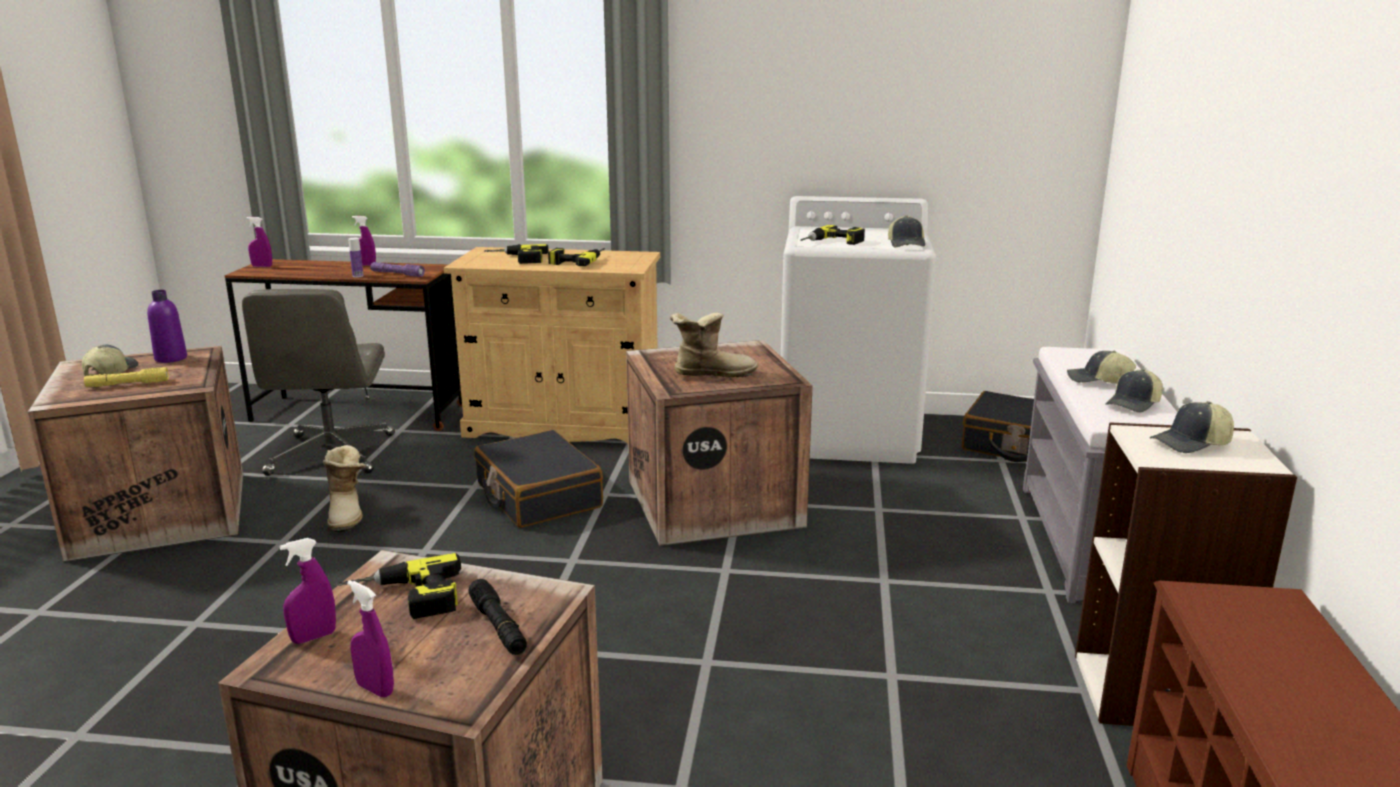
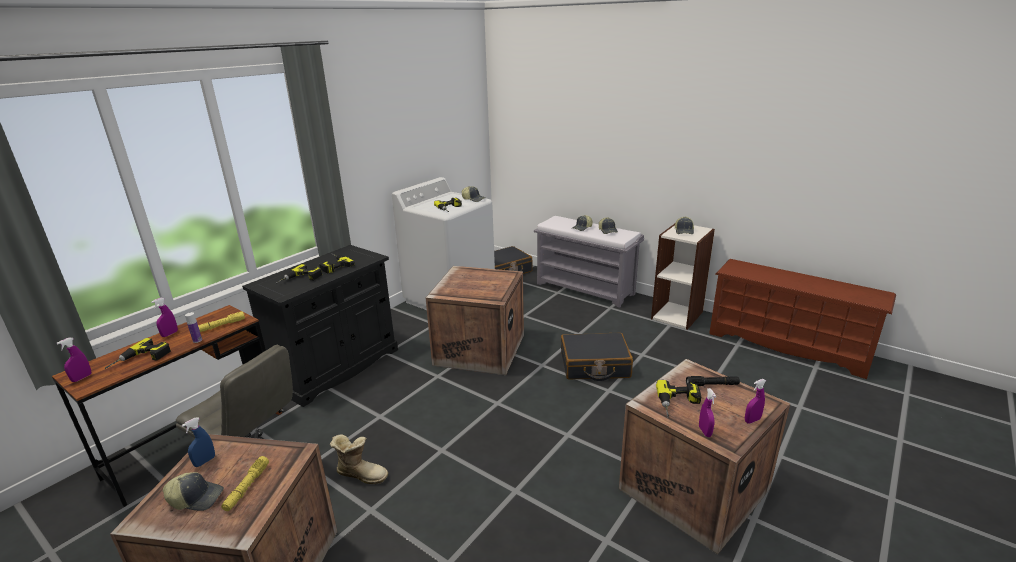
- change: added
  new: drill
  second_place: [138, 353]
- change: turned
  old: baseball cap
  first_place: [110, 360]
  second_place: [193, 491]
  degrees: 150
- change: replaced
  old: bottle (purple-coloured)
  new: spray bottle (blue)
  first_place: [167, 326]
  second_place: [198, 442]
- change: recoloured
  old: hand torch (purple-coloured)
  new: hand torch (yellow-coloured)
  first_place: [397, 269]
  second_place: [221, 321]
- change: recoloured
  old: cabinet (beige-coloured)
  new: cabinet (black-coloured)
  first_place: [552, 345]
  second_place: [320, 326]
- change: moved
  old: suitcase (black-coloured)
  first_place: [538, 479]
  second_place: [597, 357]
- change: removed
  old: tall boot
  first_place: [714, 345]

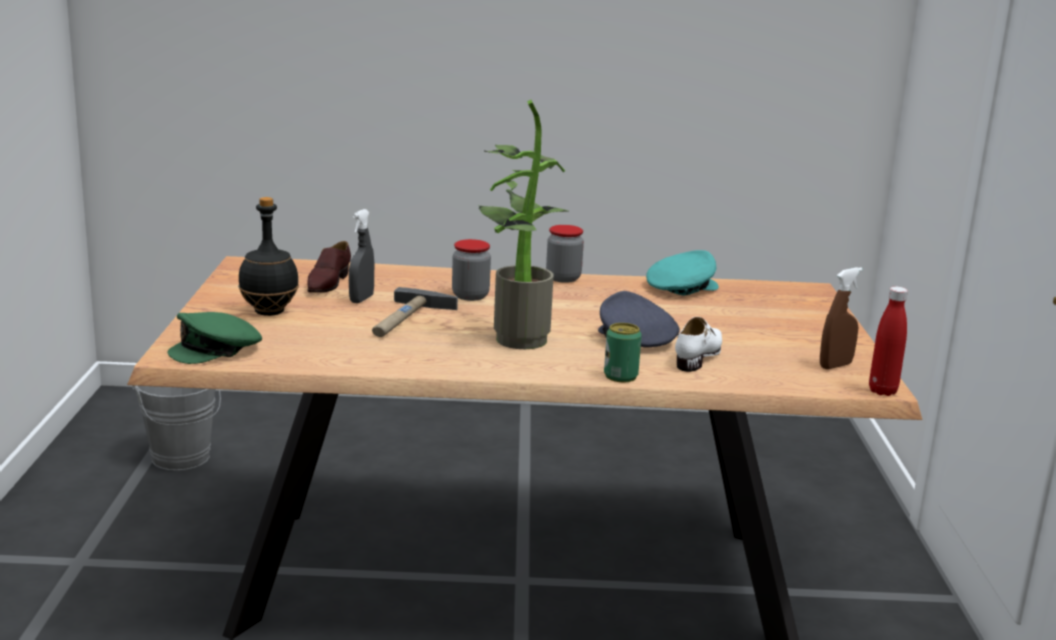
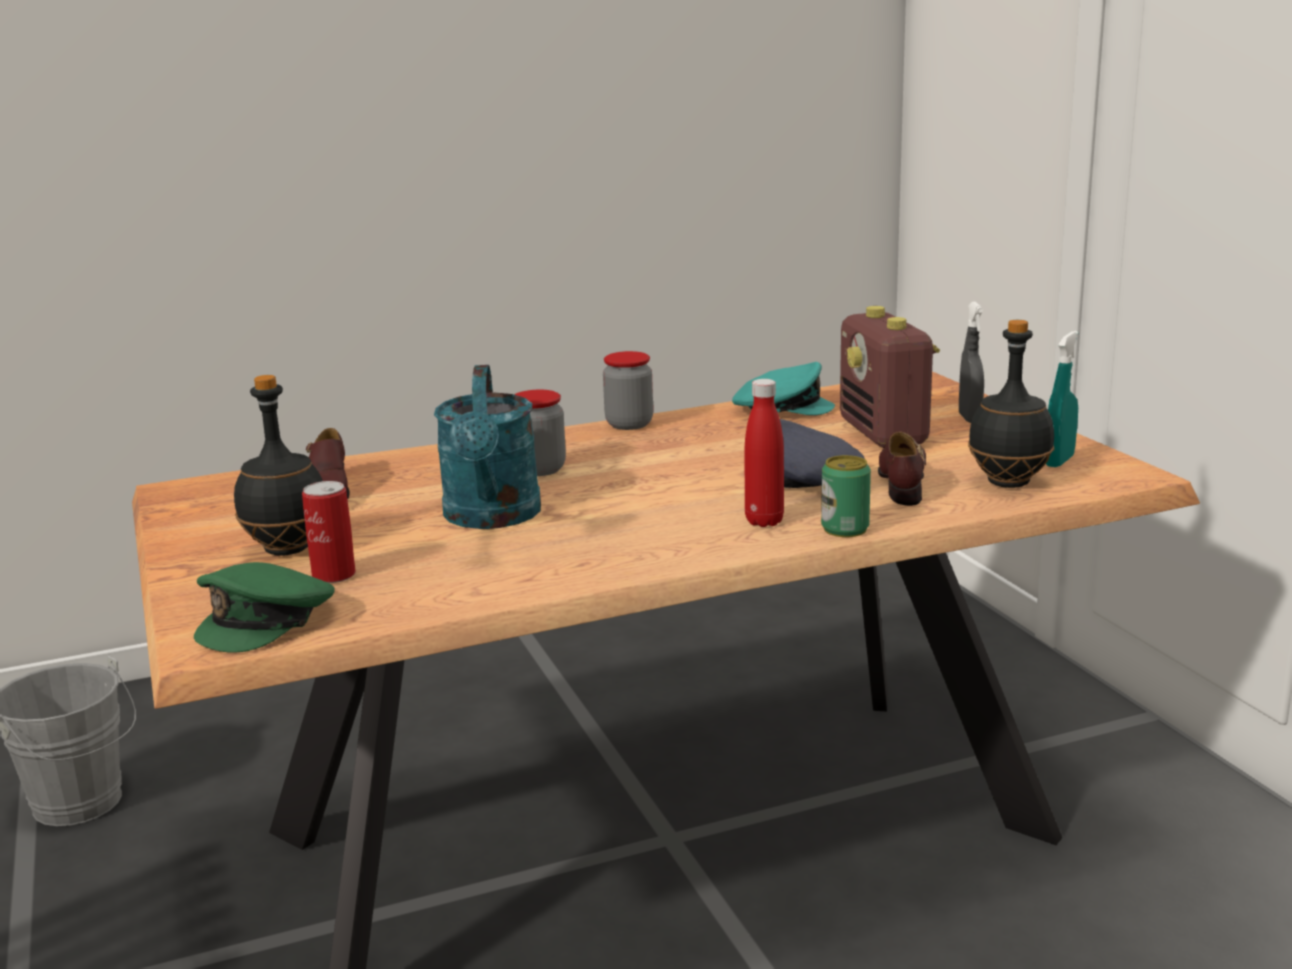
- change: added
  new: can
  second_place: [329, 532]
- change: replaced
  old: tool hammer
  new: watering pot (turquoise)
  first_place: [415, 312]
  second_place: [487, 447]
- change: turned
  old: baseball cap (turquoise)
  first_place: [682, 273]
  second_place: [783, 388]
  degrees: 60
- change: moved
  old: bottle (red)
  first_place: [888, 341]
  second_place: [764, 453]
- change: added
  new: radio receiver
  second_place: [890, 377]
- change: recoloured
  old: item of footwear (white)
  new: item of footwear (brown-coloured)
  first_place: [698, 344]
  second_place: [902, 468]
- change: moved
  old: spray bottle (greyish)
  first_place: [361, 256]
  second_place: [971, 362]
- change: added
  new: bottle (black-coloured)
  second_place: [1011, 404]
- change: recoloured
  old: spray bottle (brown-coloured)
  new: spray bottle (turquoise)
  first_place: [841, 318]
  second_place: [1062, 399]
- change: removed
  old: potted plant
  first_place: [523, 224]

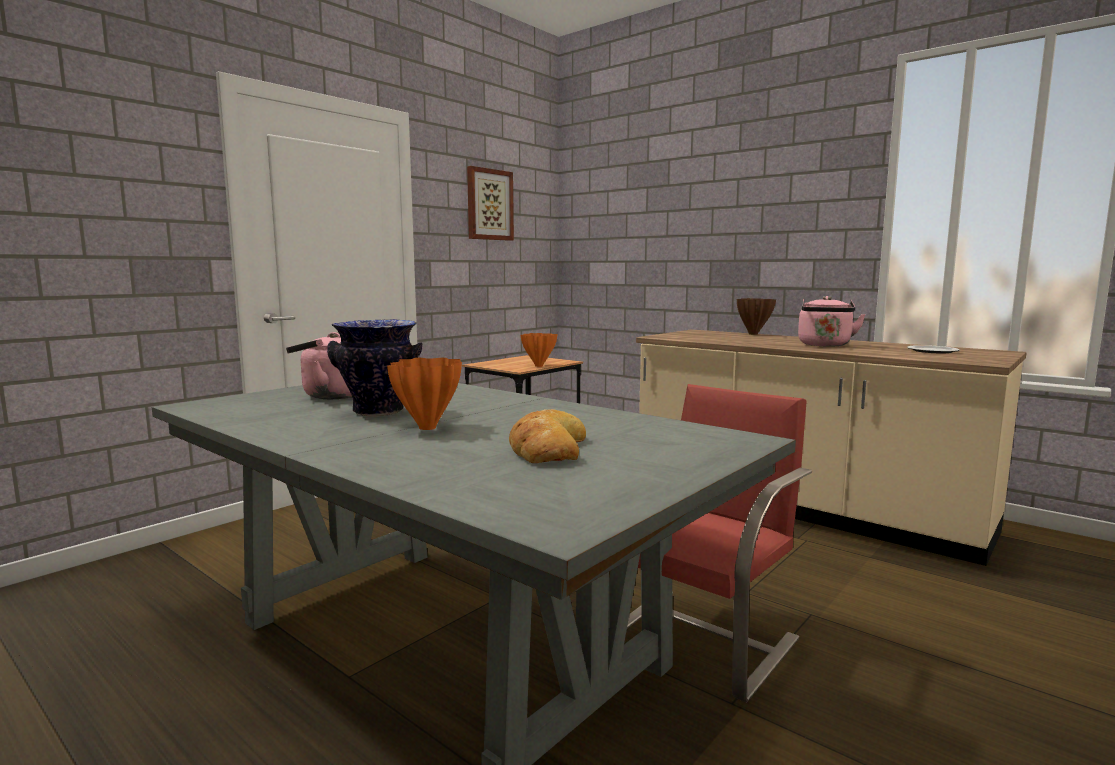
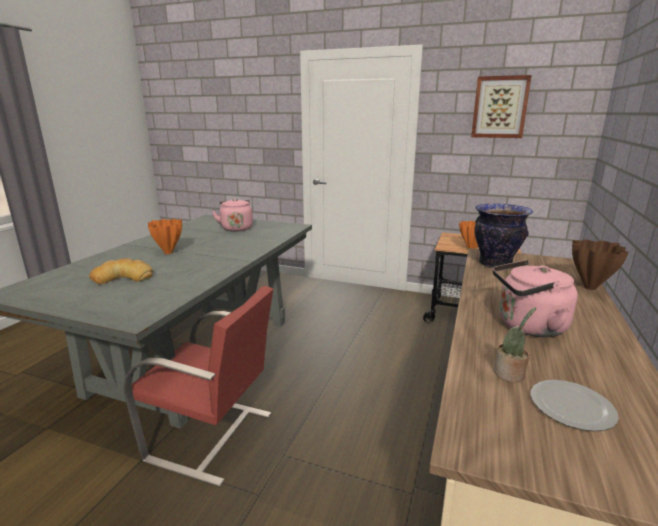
- change: moved
  old: decorative vase
  first_place: [374, 367]
  second_place: [503, 236]
- change: added
  new: potted plant
  second_place: [515, 344]

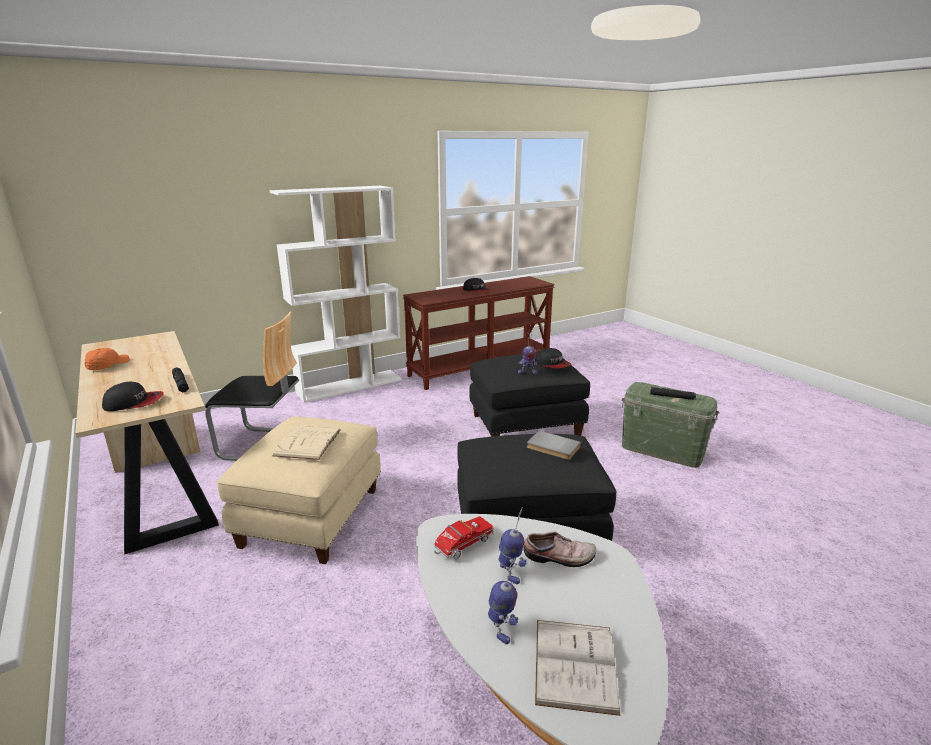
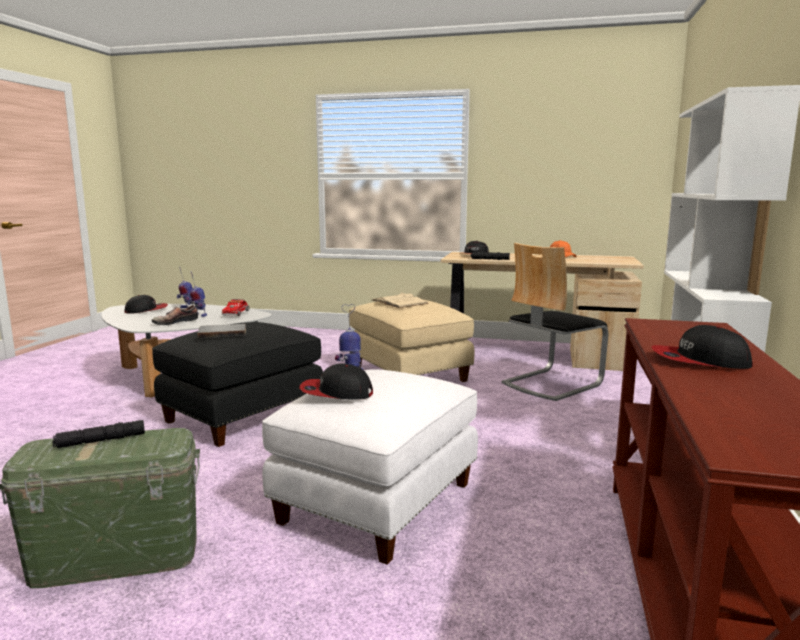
- change: replaced
  old: volume (white)
  new: baseball cap
  first_place: [578, 668]
  second_place: [146, 304]
- change: recoloured
  old: ottoman (black-coloured)
  new: ottoman (white)
  first_place: [530, 395]
  second_place: [370, 467]

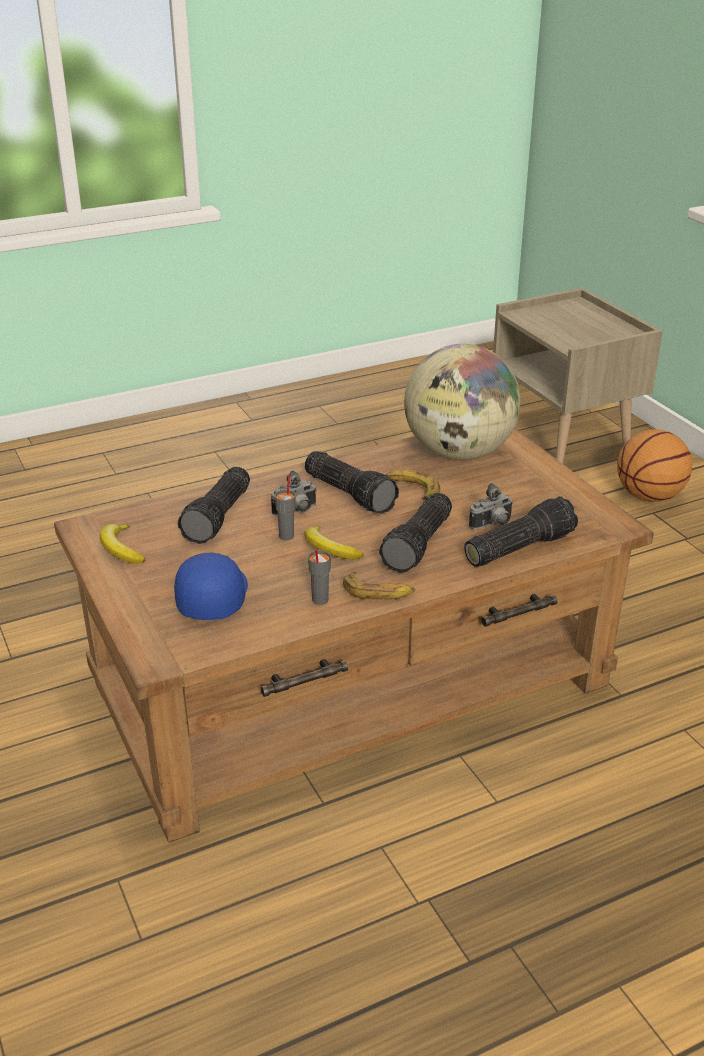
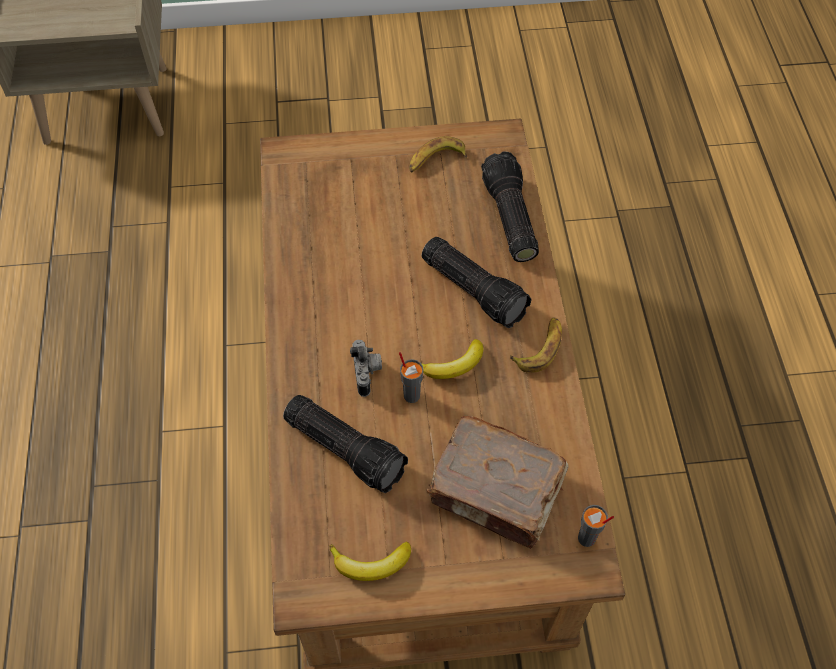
- change: moved
  old: banana fruit
  first_place: [413, 484]
  second_place: [438, 154]
- change: replaced
  old: baseball cap (blue)
  new: volume (brown-coloured)
  first_place: [211, 586]
  second_place: [497, 482]
- change: moved
  old: small cup (greyish)
  first_place: [319, 577]
  second_place: [596, 526]
- change: removed
  old: hand torch
  first_place: [352, 482]
- change: removed
  old: world globe
  first_place: [462, 402]
- change: removed
  old: still camera
  first_place: [491, 506]
- change: removed
  old: basketball
  first_place: [654, 465]

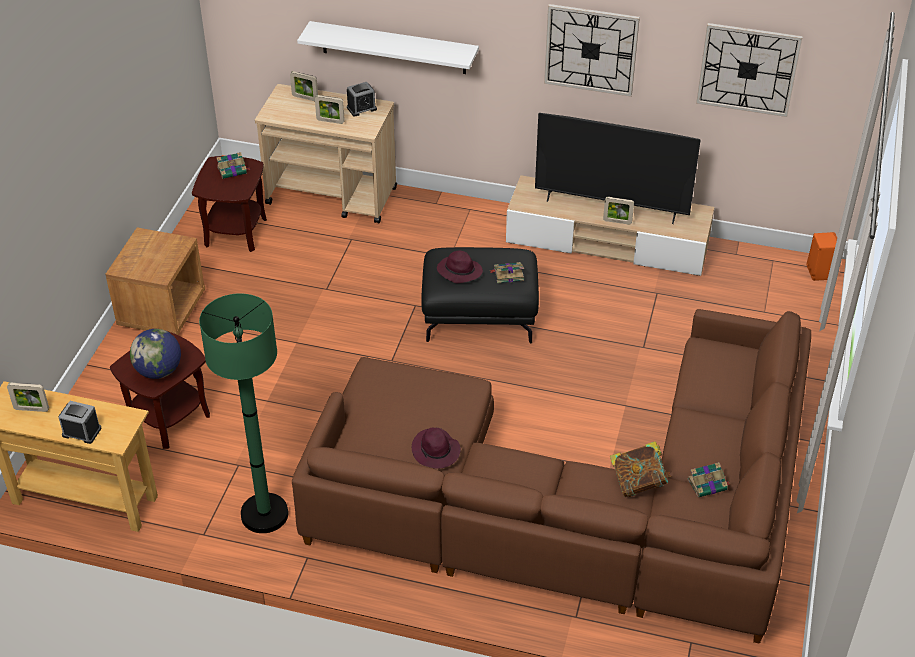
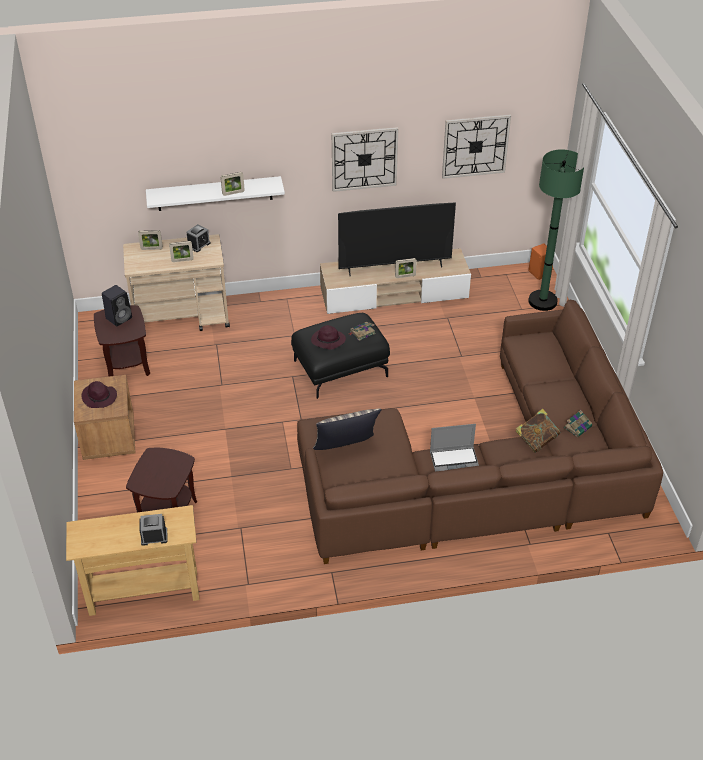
- change: moved
  old: hat (purple-coloured)
  first_place: [436, 448]
  second_place: [99, 394]
- change: replaced
  old: volume
  new: speaker (black-coloured)
  first_place: [233, 165]
  second_place: [117, 305]
- change: moved
  old: photo frame
  first_place: [28, 397]
  second_place: [233, 184]
- change: added
  new: throw pillow
  second_place: [347, 429]
- change: added
  new: laptop
  second_place: [454, 447]
- change: moved
  old: floor lamp (green)
  first_place: [244, 413]
  second_place: [556, 230]
- change: removed
  old: world globe
  first_place: [155, 354]

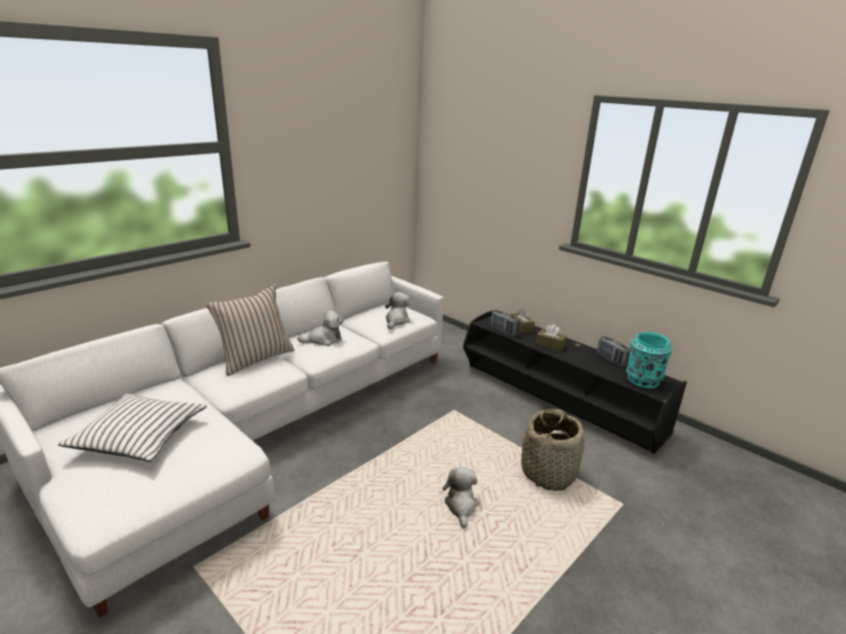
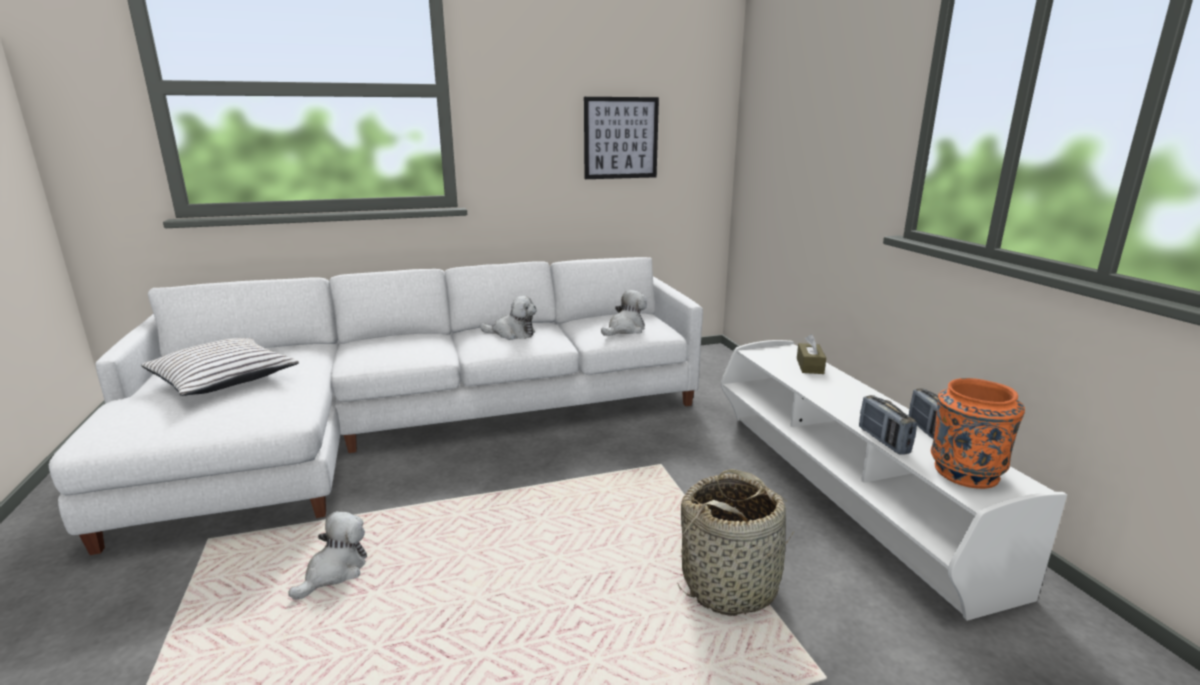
- change: moved
  old: soft toy
  first_place: [461, 498]
  second_place: [328, 555]
- change: added
  new: wall picture
  second_place: [621, 138]
- change: recoloured
  old: media console (black-coloured)
  new: media console (white)
  first_place: [575, 382]
  second_place: [894, 480]
- change: moved
  old: radio receiver
  first_place: [505, 323]
  second_place: [888, 425]
- change: recoloured
  old: decorative vase (turquoise)
  new: decorative vase (orange-coloured)
  first_place: [649, 360]
  second_place: [978, 433]
- change: removed
  old: throw pillow (beige-coloured)
  first_place: [250, 330]
- change: removed
  old: tissue box (brown-coloured)
  first_place: [551, 337]

